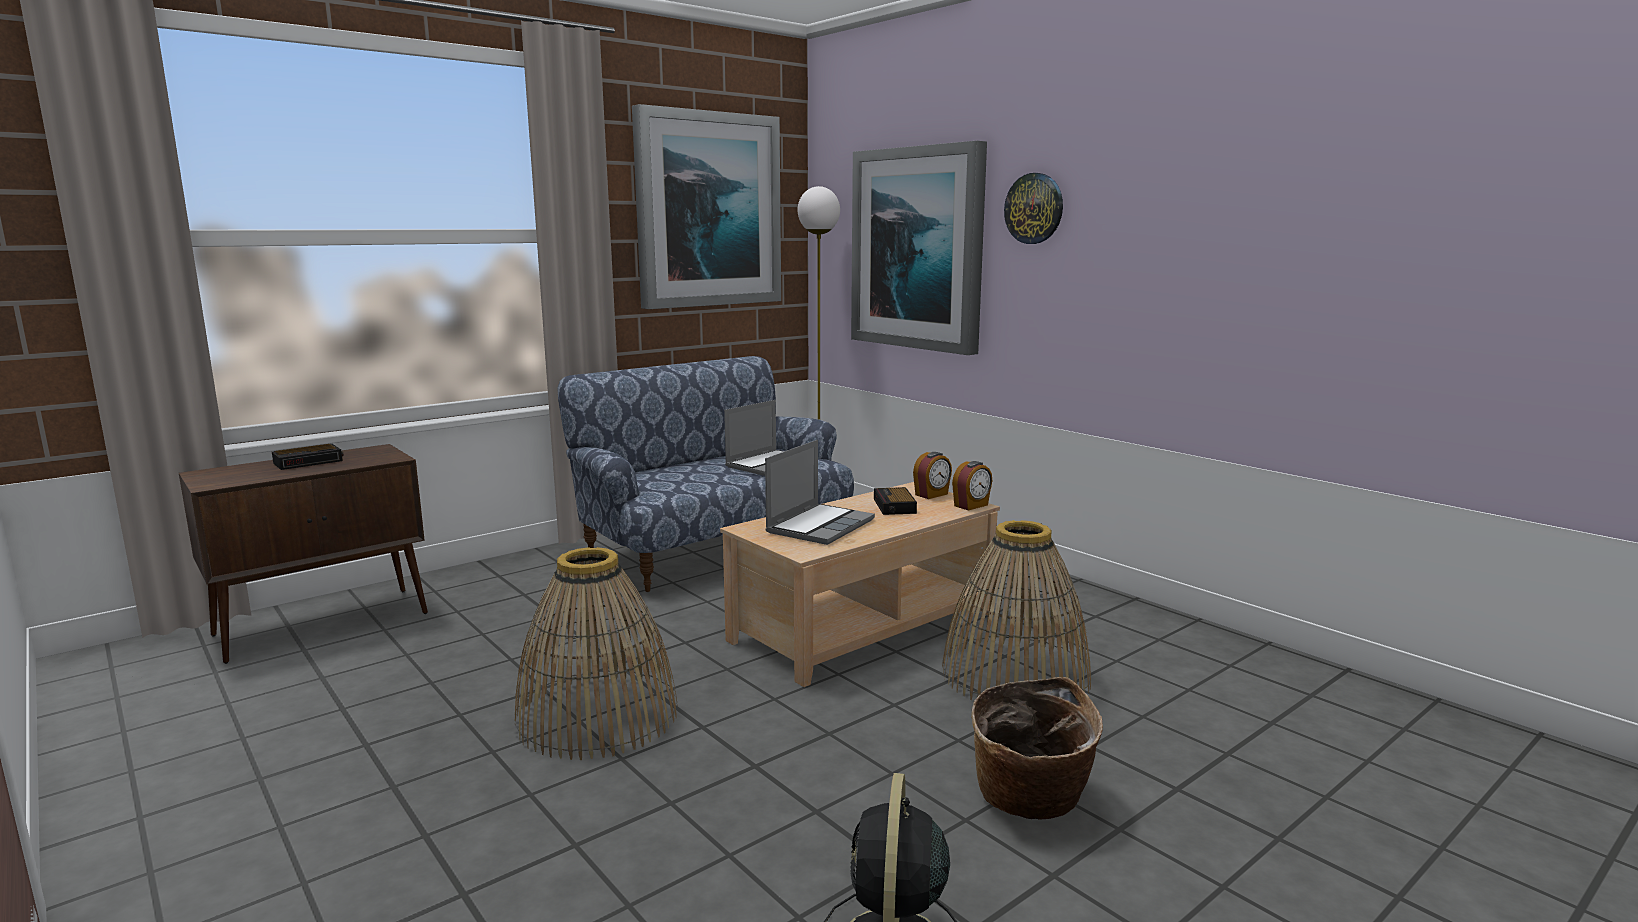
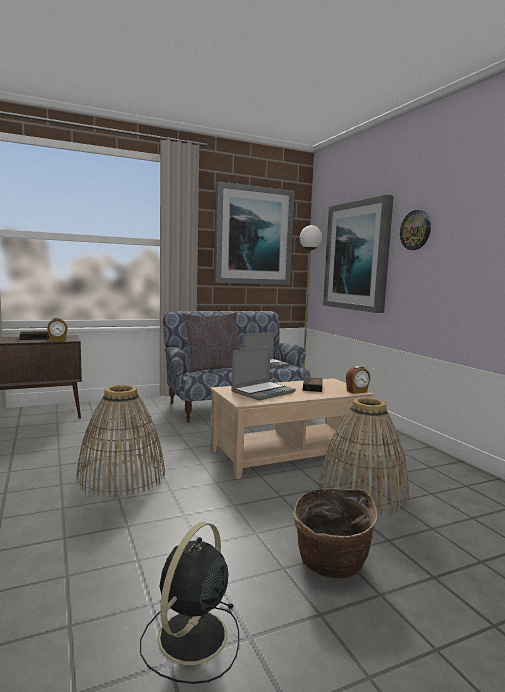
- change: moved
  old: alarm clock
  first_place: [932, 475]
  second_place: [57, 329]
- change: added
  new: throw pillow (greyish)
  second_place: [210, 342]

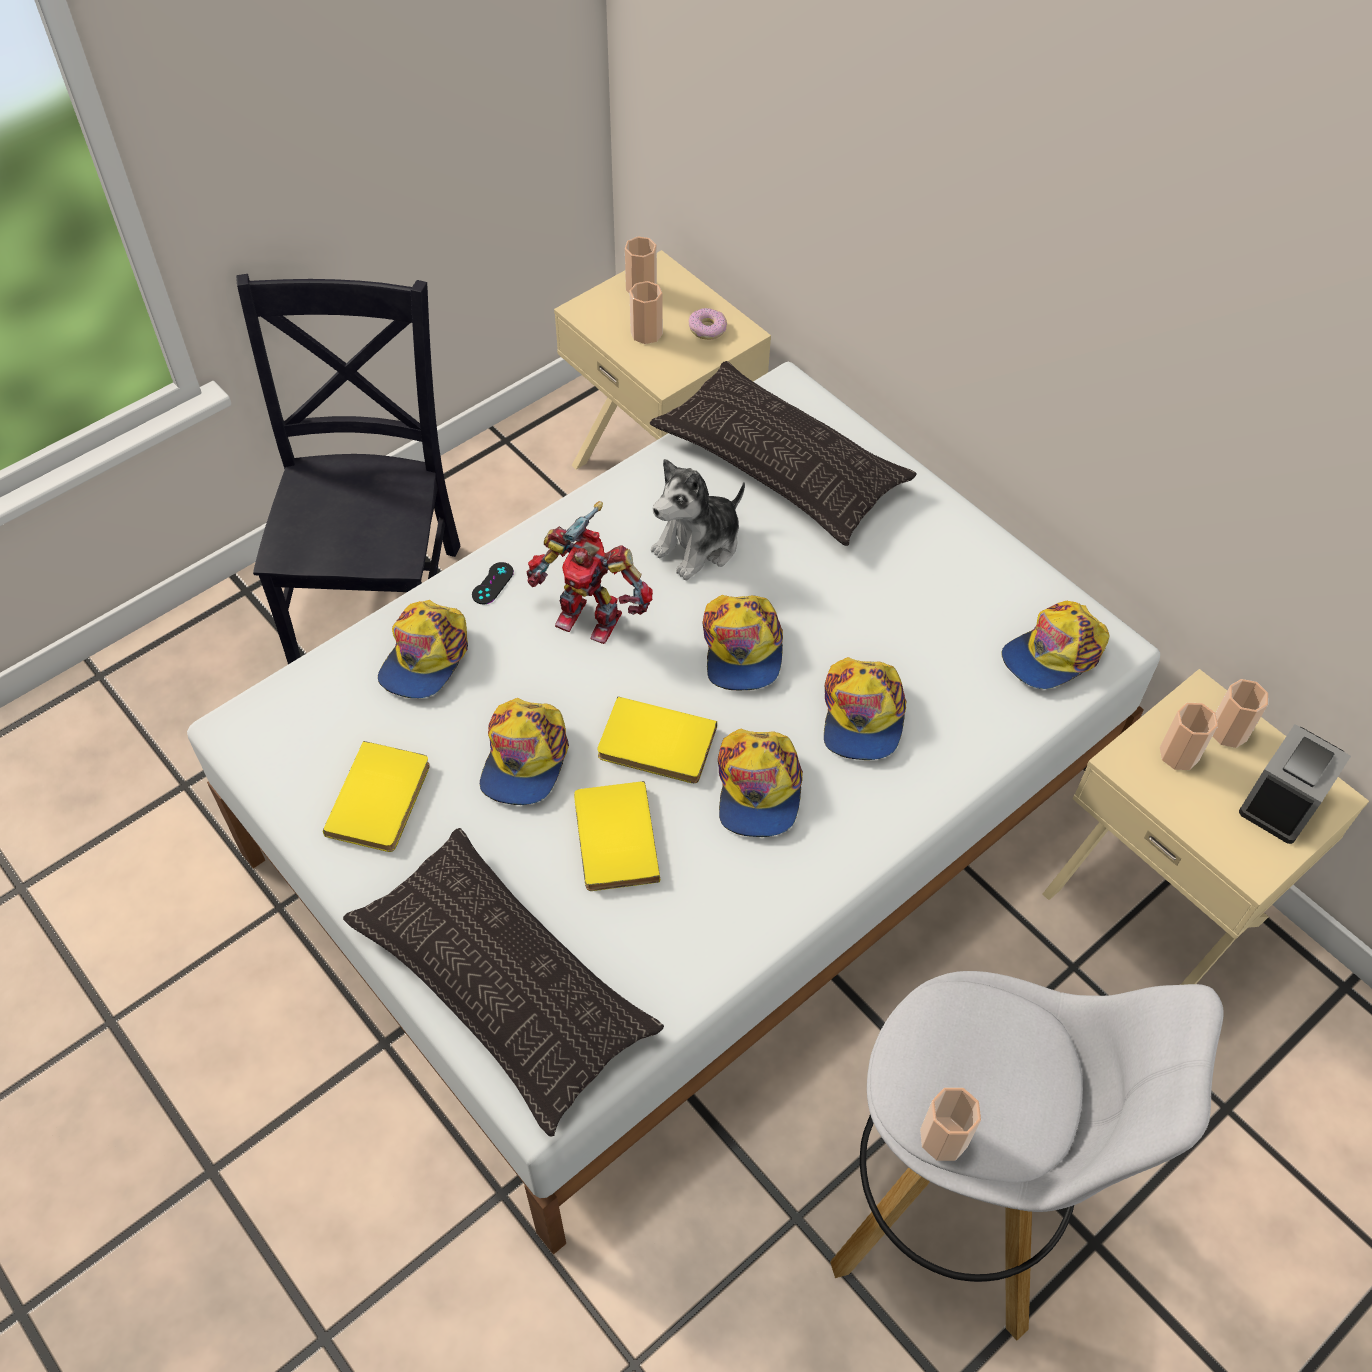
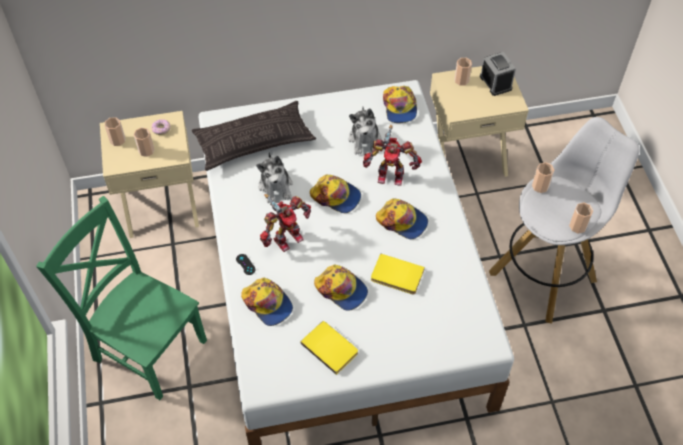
- change: recoloured
  old: chair (black-coloured)
  new: chair (green)
  first_place: [348, 469]
  second_place: [121, 298]
- change: added
  new: soft toy
  second_place: [365, 131]
- change: replaced
  old: baseball cap
  new: model robot
  first_place: [865, 708]
  second_place: [392, 155]
- change: moved
  old: small cup
  first_place: [1189, 736]
  second_place: [543, 177]
- change: removed
  old: throw pillow
  first_place: [503, 982]
- change: removed
  old: volume (yellow-coloured)
  first_place: [657, 740]

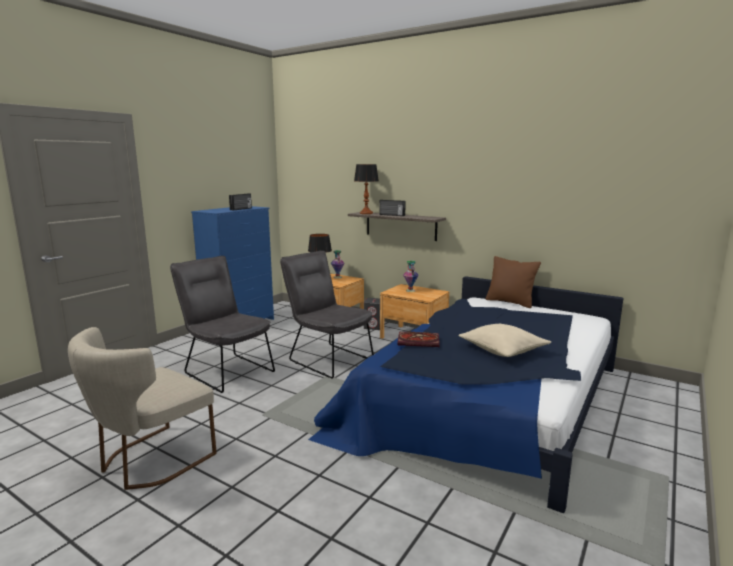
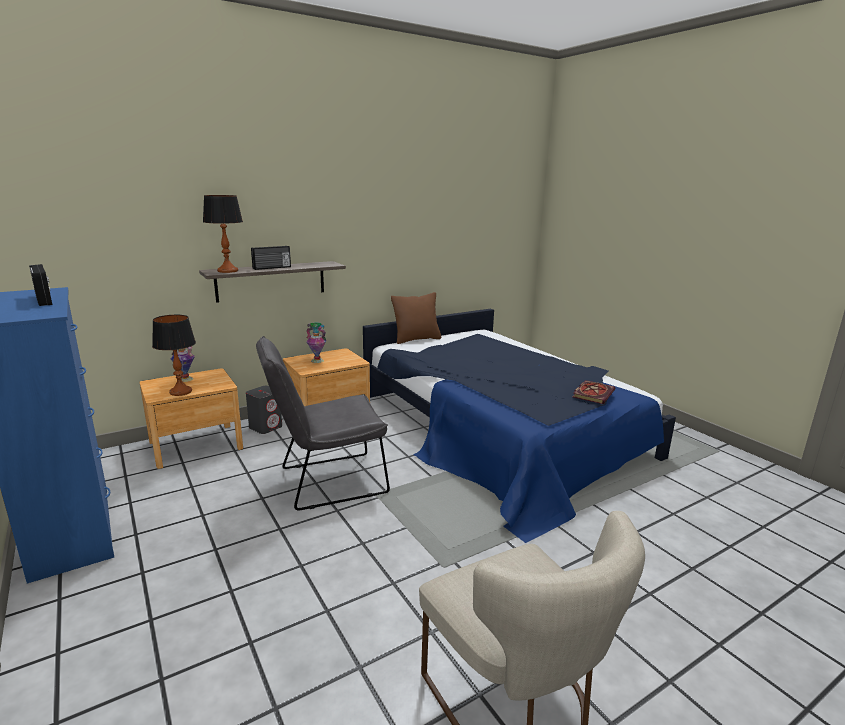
- change: moved
  old: volume
  first_place: [418, 339]
  second_place: [594, 392]
- change: removed
  old: chair (greyish)
  first_place: [222, 324]
- change: removed
  old: throw pillow (beige-coloured)
  first_place: [505, 340]

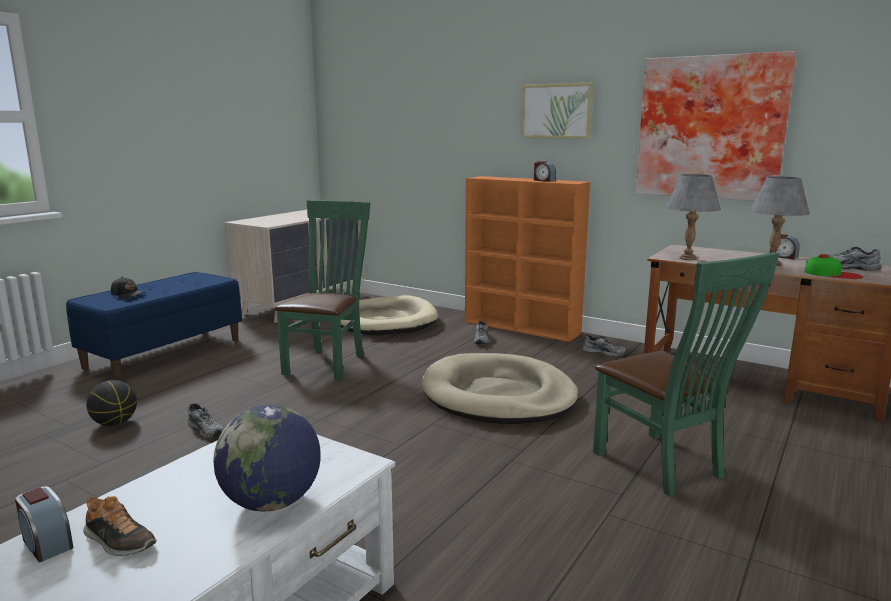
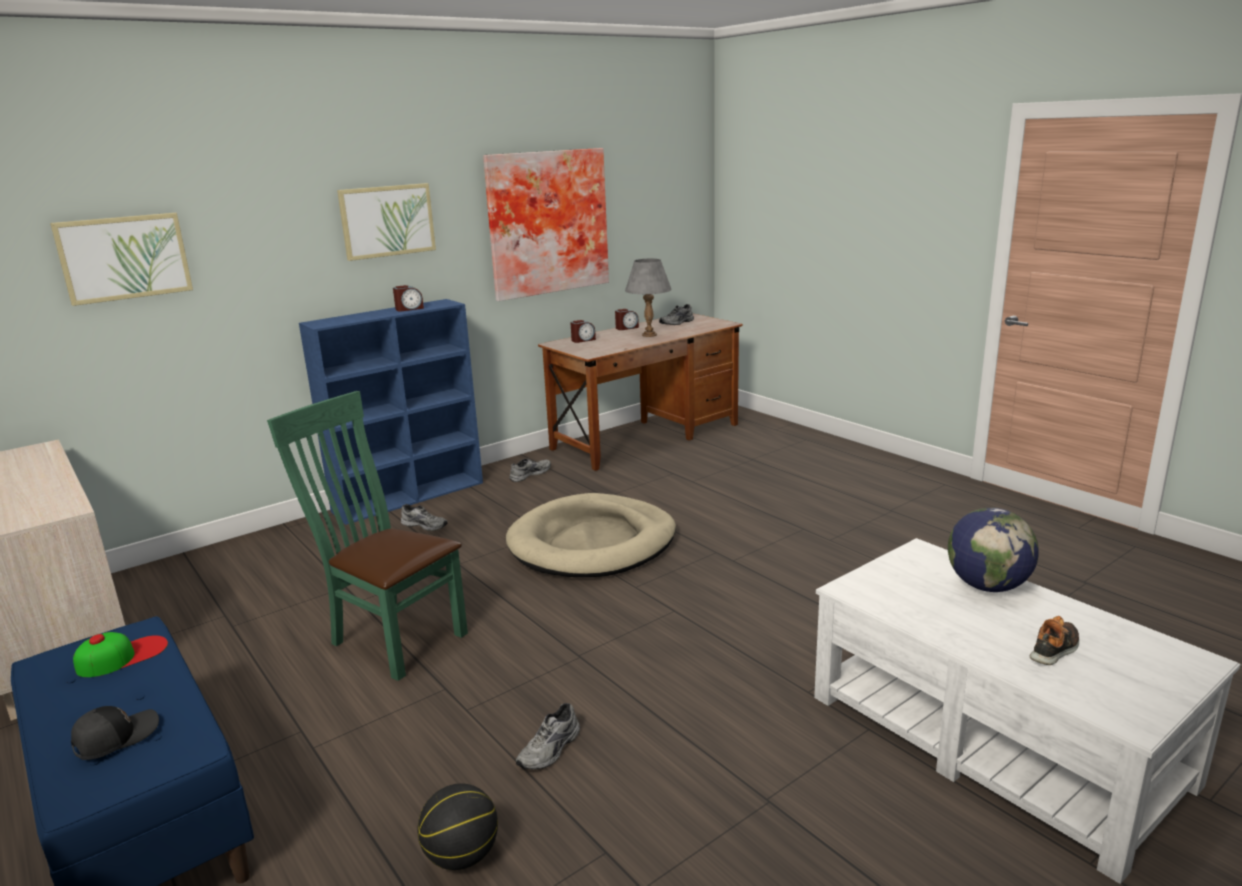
- change: added
  new: wall picture
  second_place: [121, 259]
- change: moved
  old: baseball cap
  first_place: [833, 266]
  second_place: [120, 654]
- change: recoloured
  old: bookcase (orange-coloured)
  new: bookcase (blue)
  first_place: [527, 259]
  second_place: [391, 412]
- change: turned
  old: item of footwear (greyish)
  first_place: [206, 420]
  second_place: [548, 736]
  degrees: 150
- change: moved
  old: alarm clock
  first_place: [44, 524]
  second_place: [583, 331]
- change: removed
  old: pet bed (beige-coloured)
  first_place: [389, 315]
- change: removed
  old: chair (green)
  first_place: [686, 374]
- change: removed
  old: tabletop lamp (greyish)
  first_place: [693, 217]

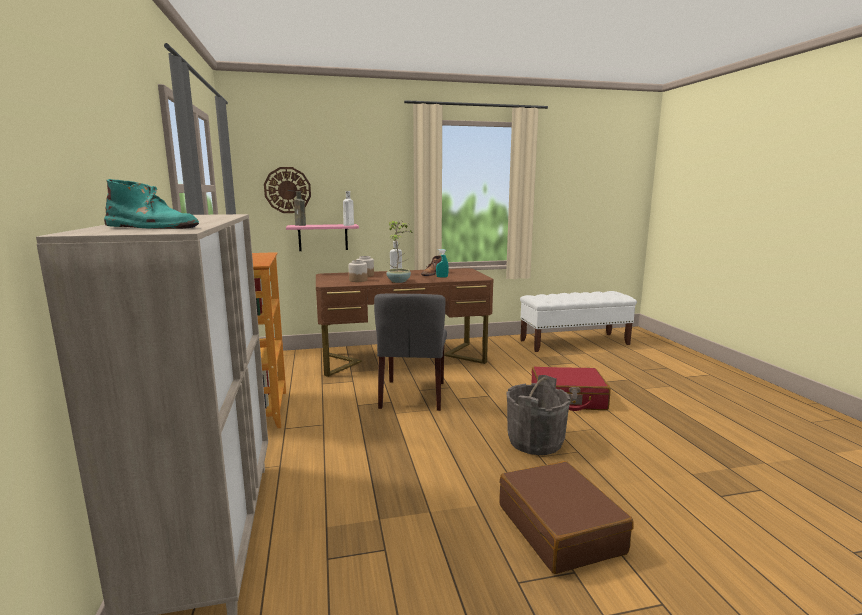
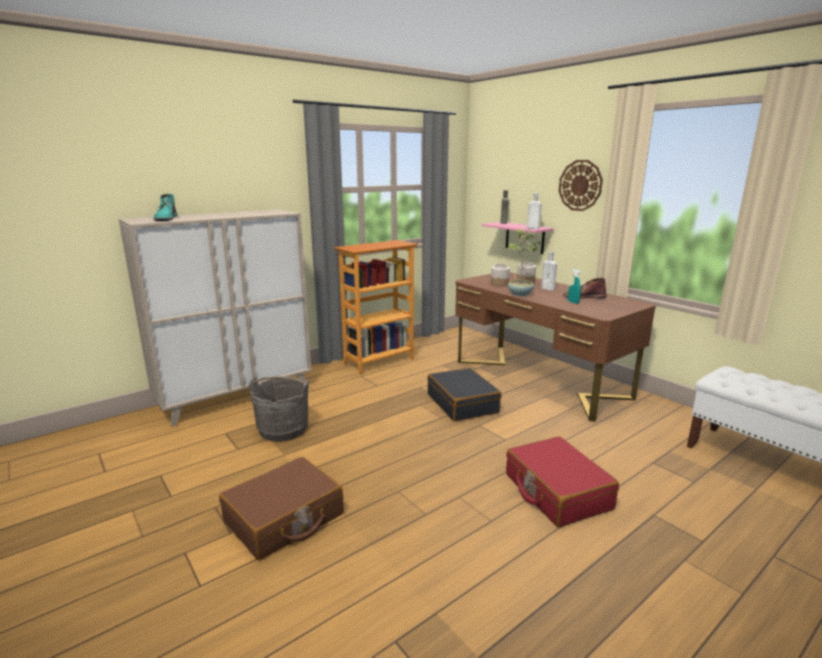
- change: moved
  old: pail (greyish)
  first_place: [538, 415]
  second_place: [279, 409]
- change: replaced
  old: chair (greyish)
  new: suitcase (black-coloured)
  first_place: [410, 352]
  second_place: [464, 394]
- change: moved
  old: wall clock
  first_place: [287, 190]
  second_place: [581, 185]

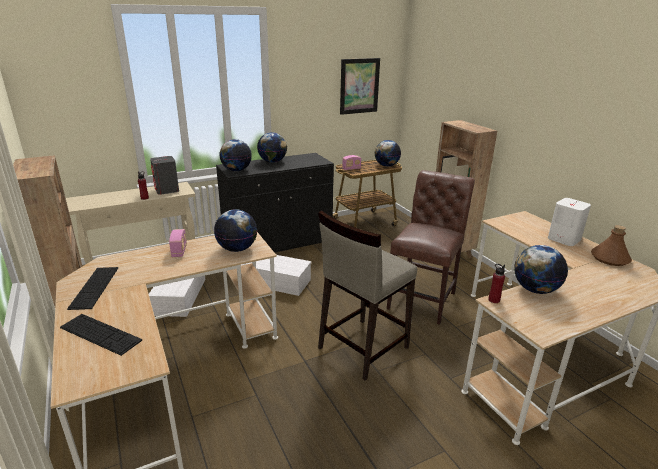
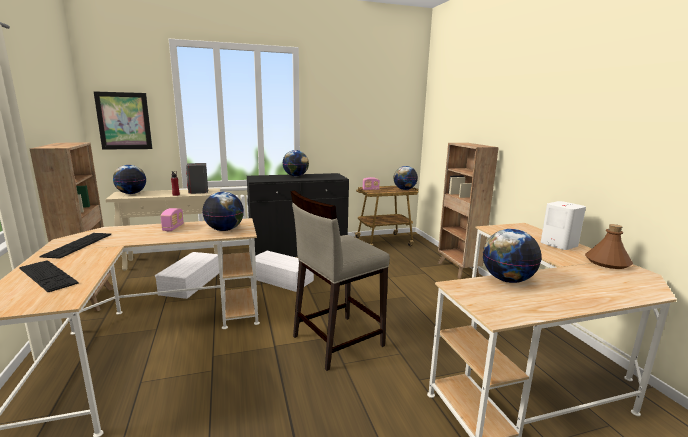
- change: moved
  old: wall picture
  first_place: [360, 86]
  second_place: [123, 120]
- change: moved
  old: world globe
  first_place: [235, 155]
  second_place: [129, 179]
- change: removed
  old: chair (brown-coloured)
  first_place: [431, 247]
- change: removed
  old: bottle (red)
  first_place: [496, 283]

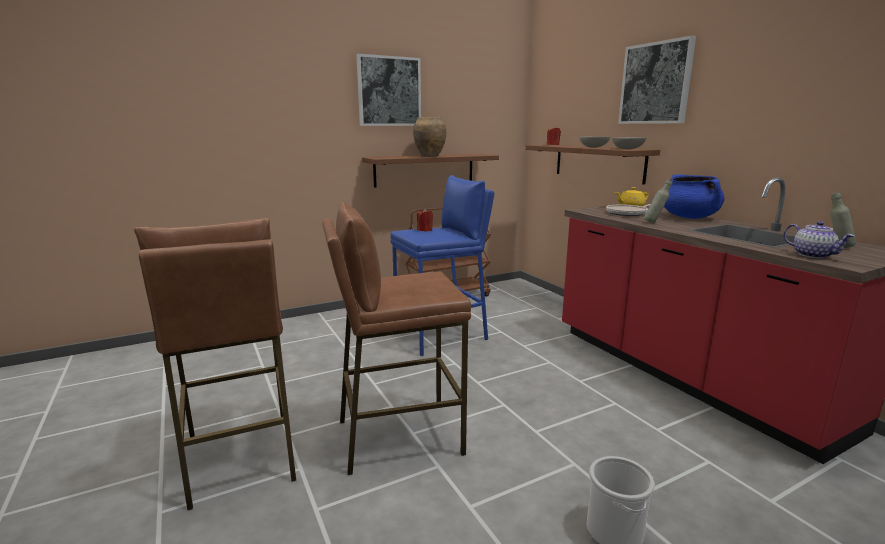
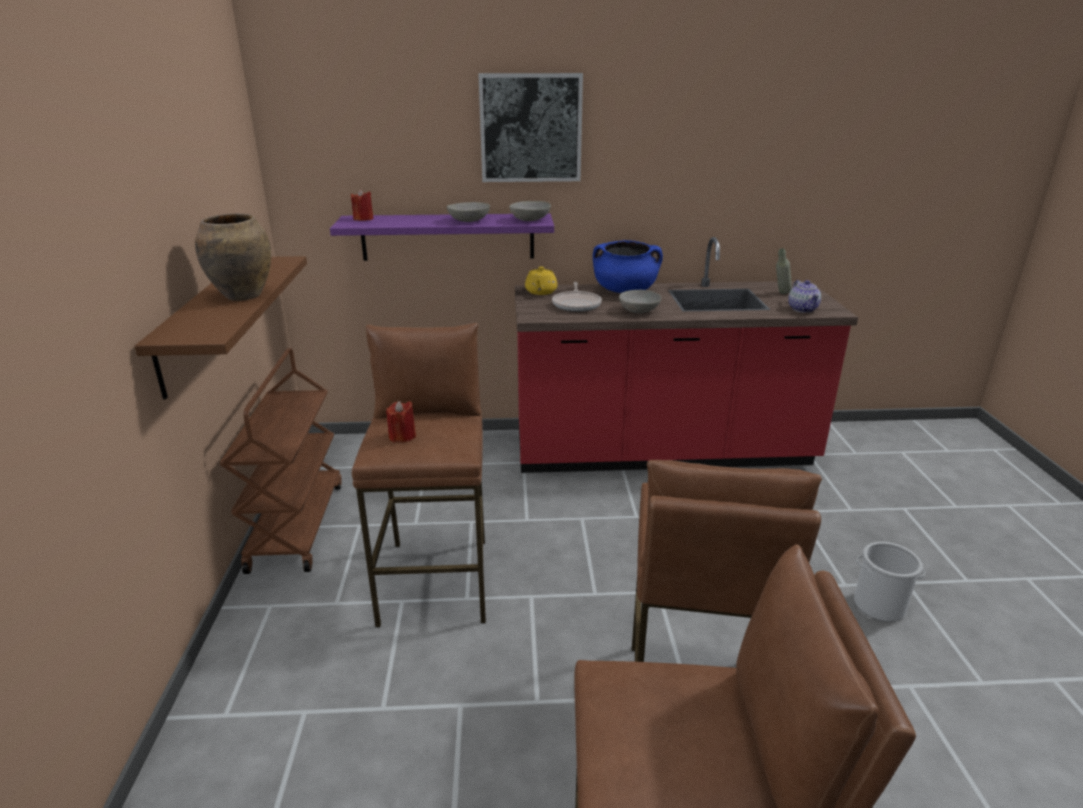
- change: recoloured
  old: wall shelf (brown-coloured)
  new: wall shelf (purple-coloured)
  first_place: [592, 165]
  second_place: [442, 237]
- change: recoloured
  old: sitting stool (blue)
  new: sitting stool (brown-coloured)
  first_place: [442, 265]
  second_place: [419, 475]
- change: replaced
  old: bottle (greyish)
  new: serving bowl (greyish)
  first_place: [658, 201]
  second_place: [640, 301]
- change: turned
  old: pot for tea
  first_place: [818, 239]
  second_place: [804, 296]
  degrees: 90
- change: removed
  old: wall picture
  first_place: [388, 90]

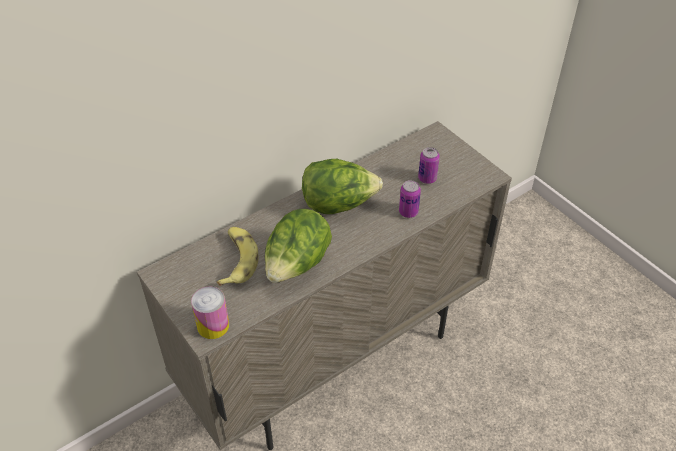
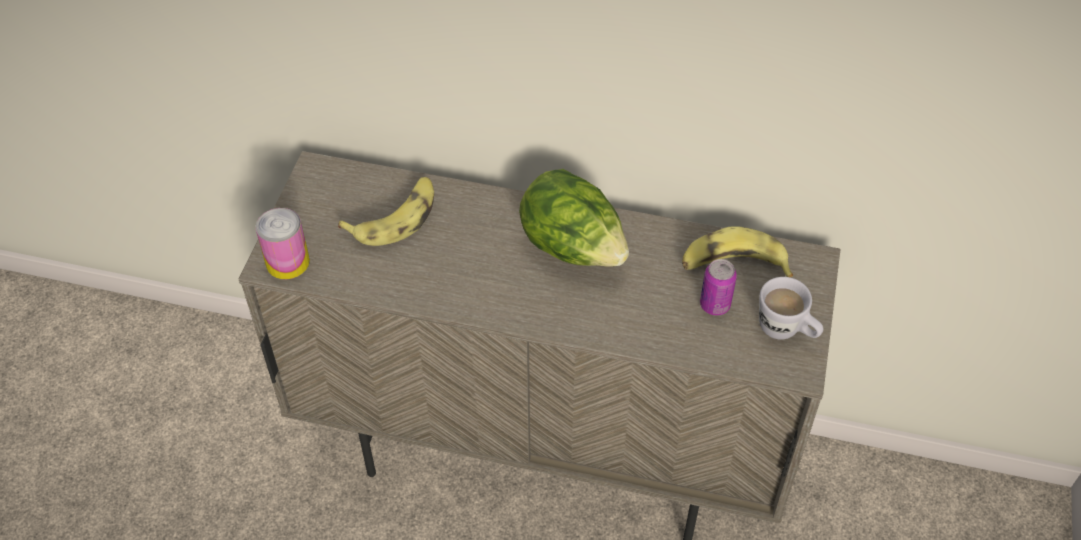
- change: added
  new: banana fruit
  second_place: [737, 251]
- change: added
  new: coffee mug (white)
  second_place: [791, 308]
- change: removed
  old: lettuce head
  first_place: [298, 246]
- change: removed
  old: can
  first_place: [410, 199]

